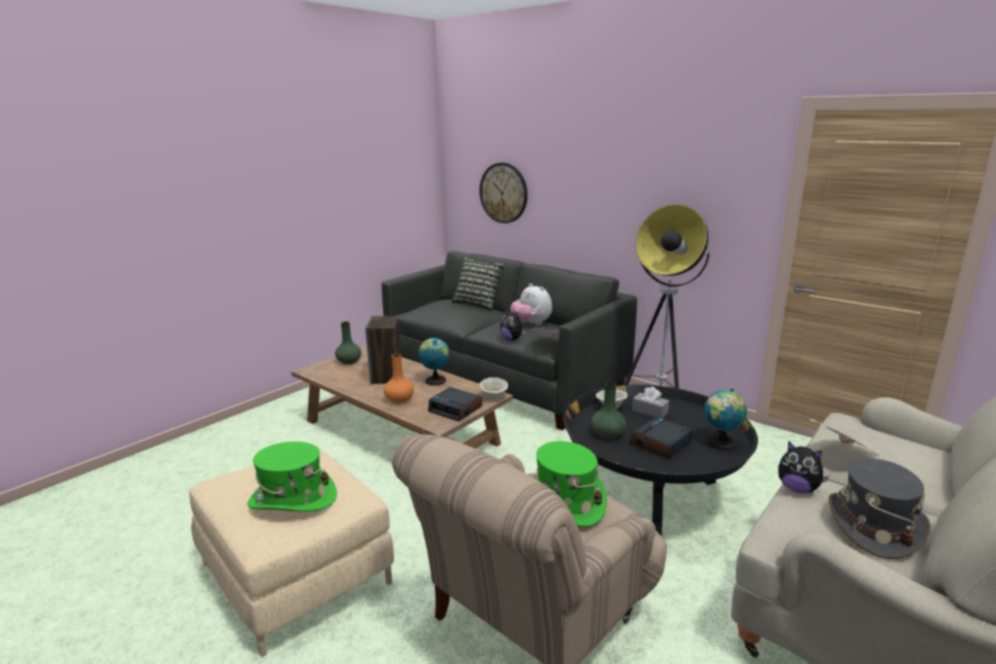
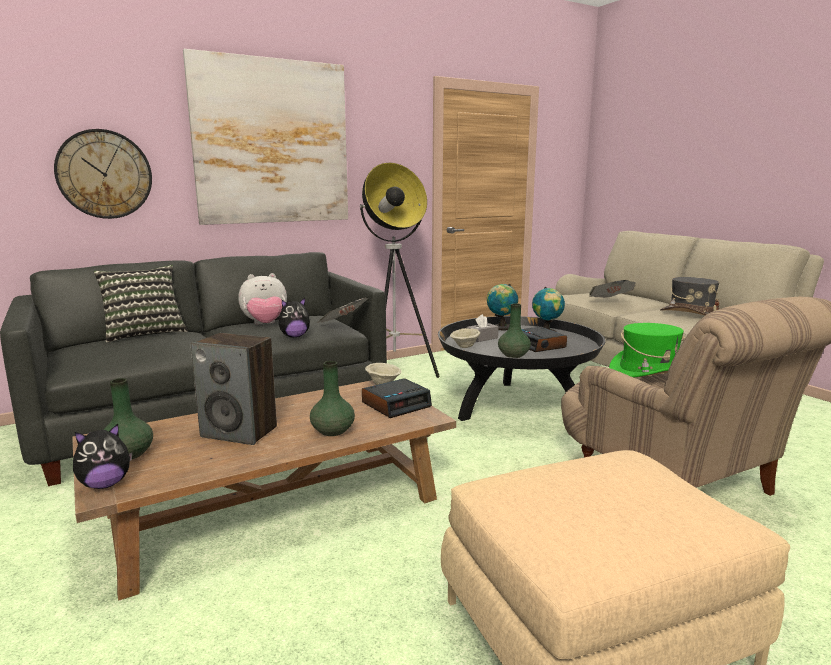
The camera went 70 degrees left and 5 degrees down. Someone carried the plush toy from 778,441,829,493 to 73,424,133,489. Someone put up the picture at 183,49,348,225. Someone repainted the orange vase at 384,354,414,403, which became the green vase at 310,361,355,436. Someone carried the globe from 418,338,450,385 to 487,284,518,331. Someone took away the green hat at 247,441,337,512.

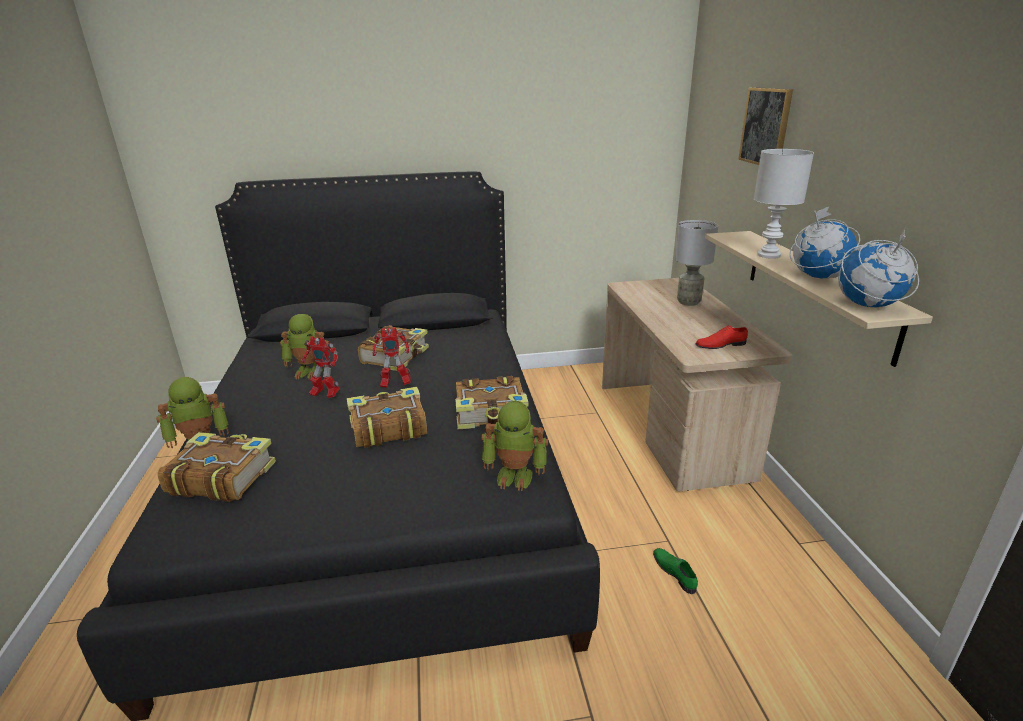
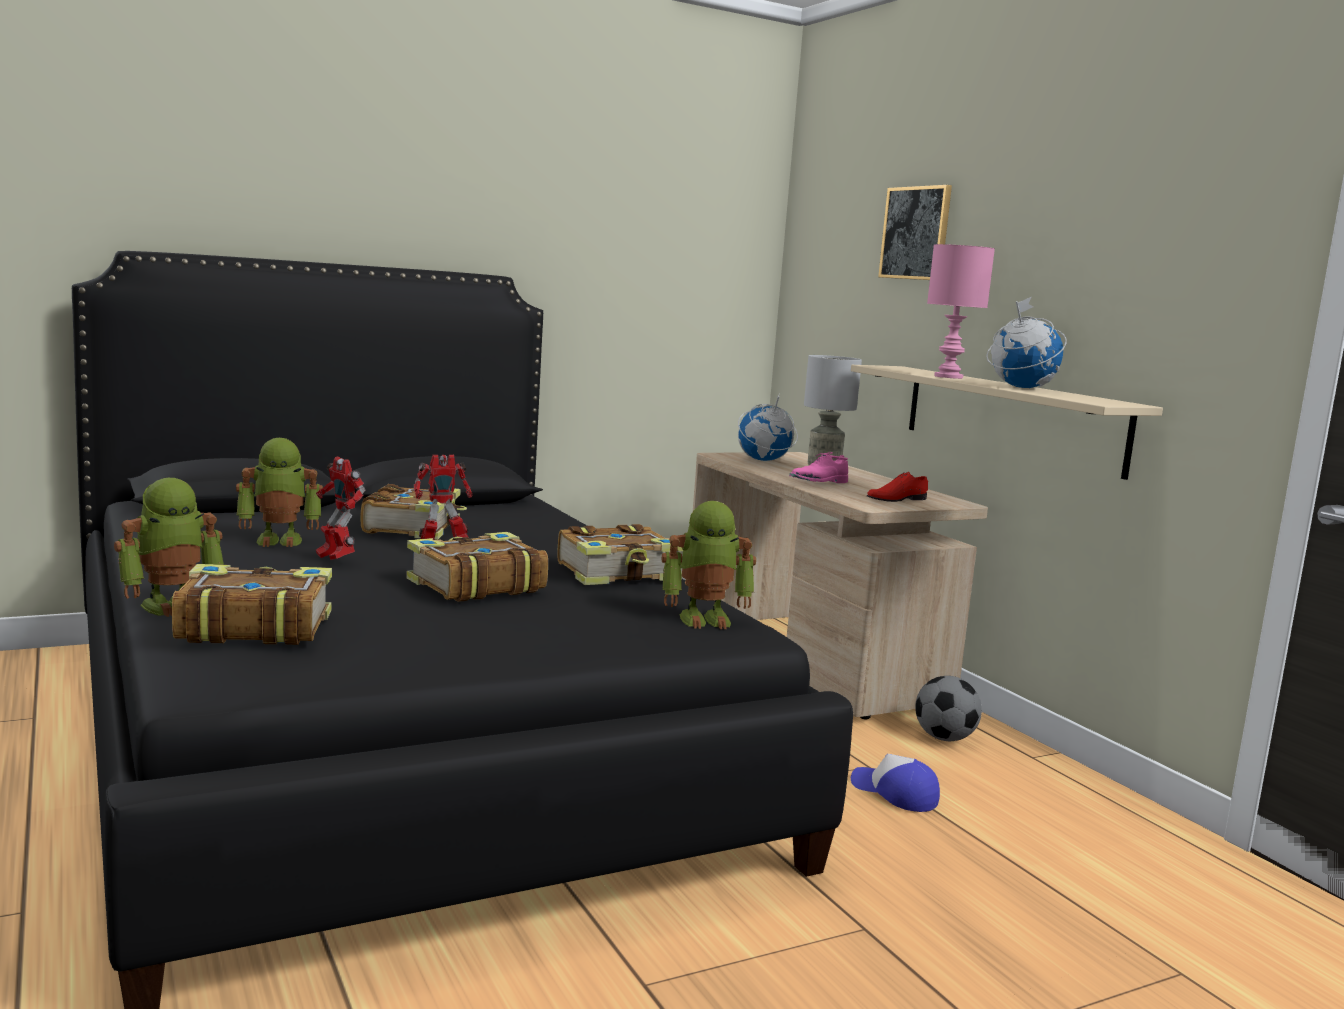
The camera went 20 degrees left and 15 degrees down. Someone rotated the toy robot at 301,336,340,398 by 45 degrees clockwise. Someone carried the globe from 838,229,919,308 to 738,392,798,461. Someone put down the pink shoe at 789,452,848,483. Someone swapped the green shoe at 653,548,698,594 for the cap at 851,754,940,812. Someone put down the football at 915,676,982,741. Someone repainted the white table lamp at 754,149,814,259, which became the pink table lamp at 927,244,995,379.

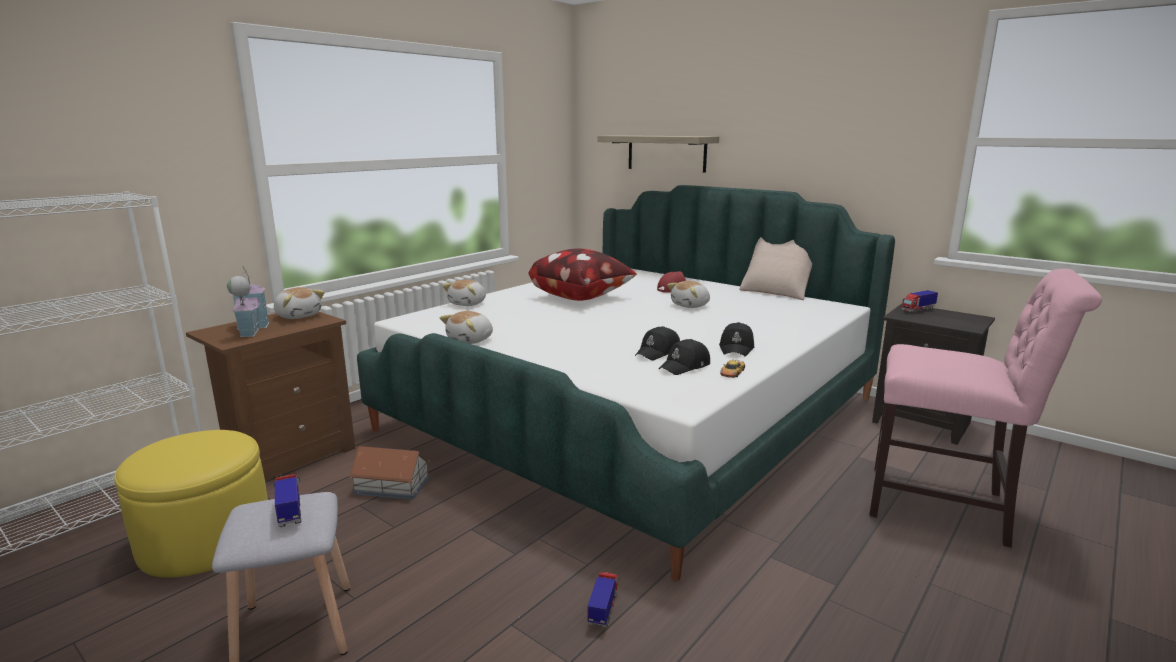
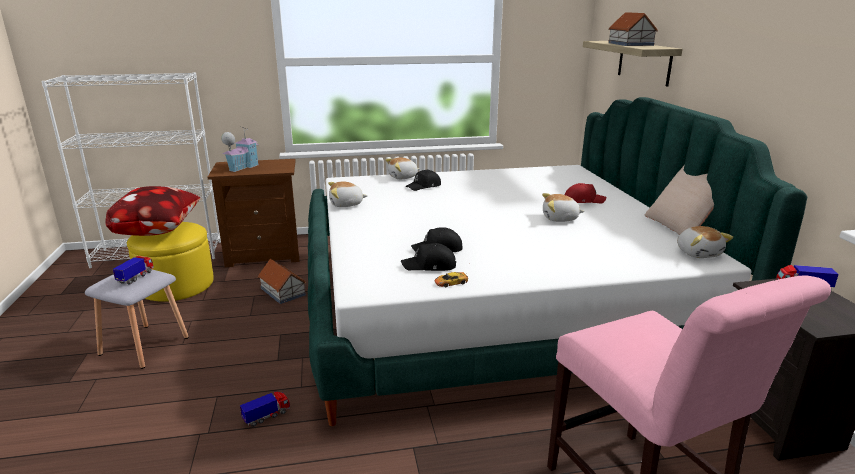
The camera went 40 degrees right and 5 degrees up. Someone carried the pillow from 528,248,637,301 to 105,186,200,236. Someone carried the black cap from 719,322,754,356 to 406,169,441,191. Someone put down the toy house at 608,12,658,46. Someone carried the plush toy from 274,287,325,319 to 677,226,733,258.

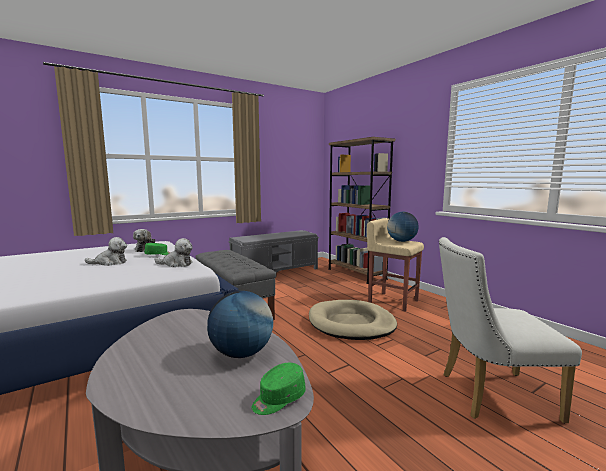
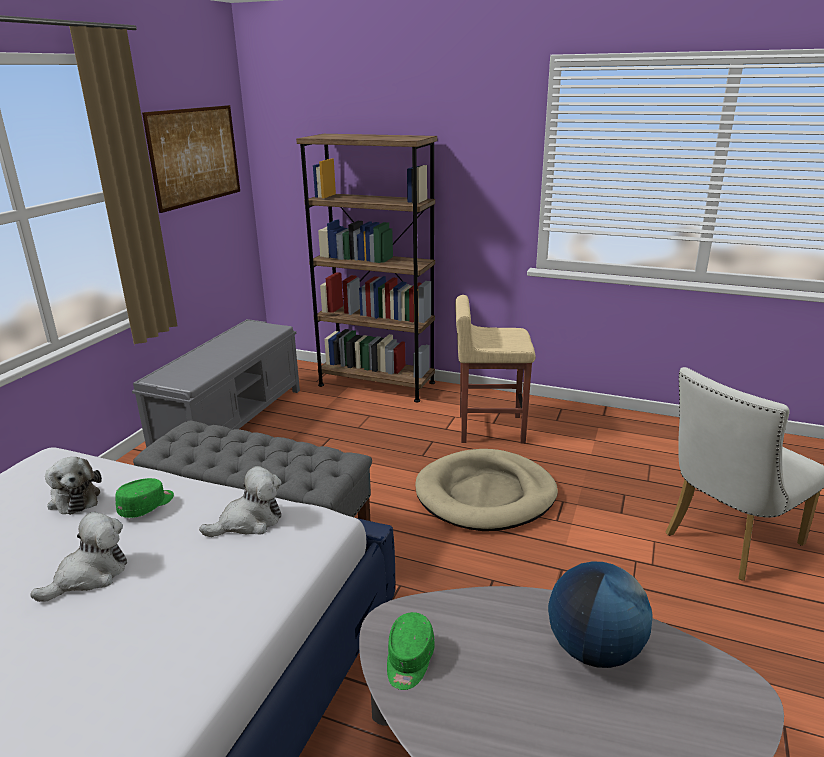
The camera went 35 degrees left and 15 degrees up. Someone put up the picture at 142,105,240,213. Someone carried the green cap from 252,363,305,415 to 387,612,435,690. Someone took away the globe at 387,212,419,242.

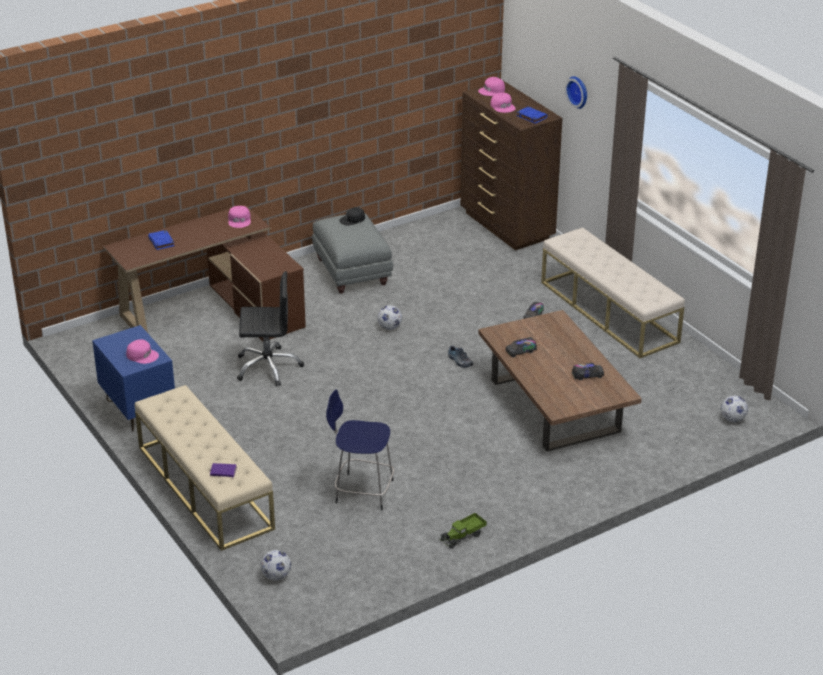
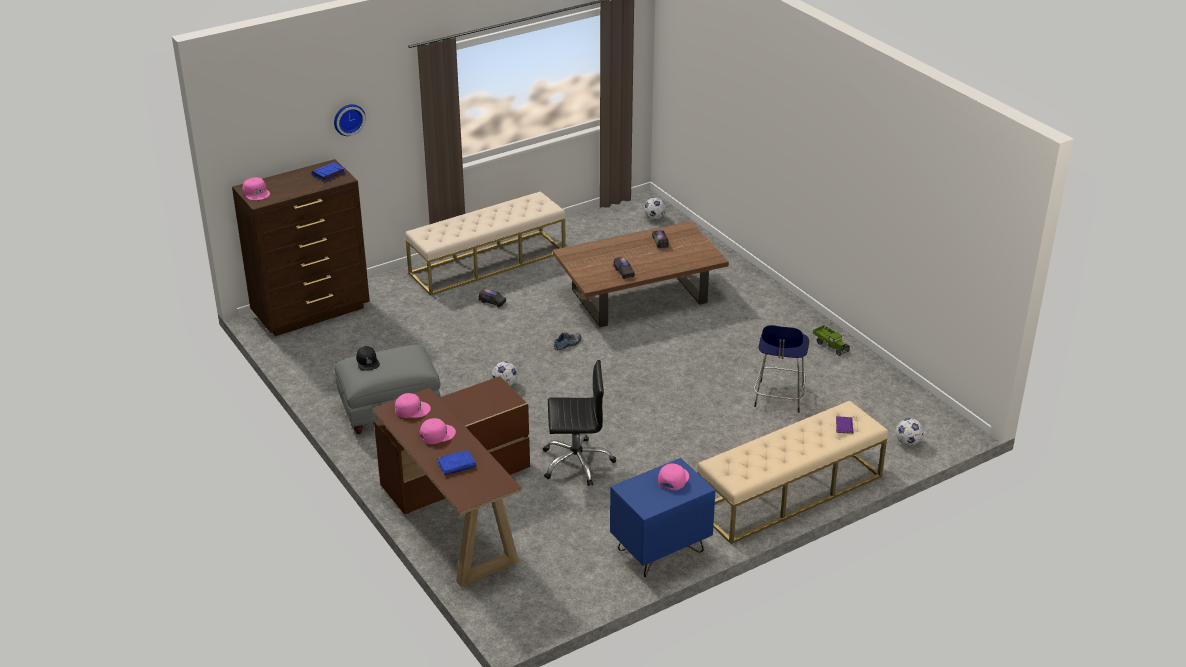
The camera went 90 degrees left and 0 degrees up. Someone carried the pink cap from 491,93,516,113 to 420,418,456,444. Someone rotated the black office chair at 237,271,304,387 by 90 degrees clockwise.

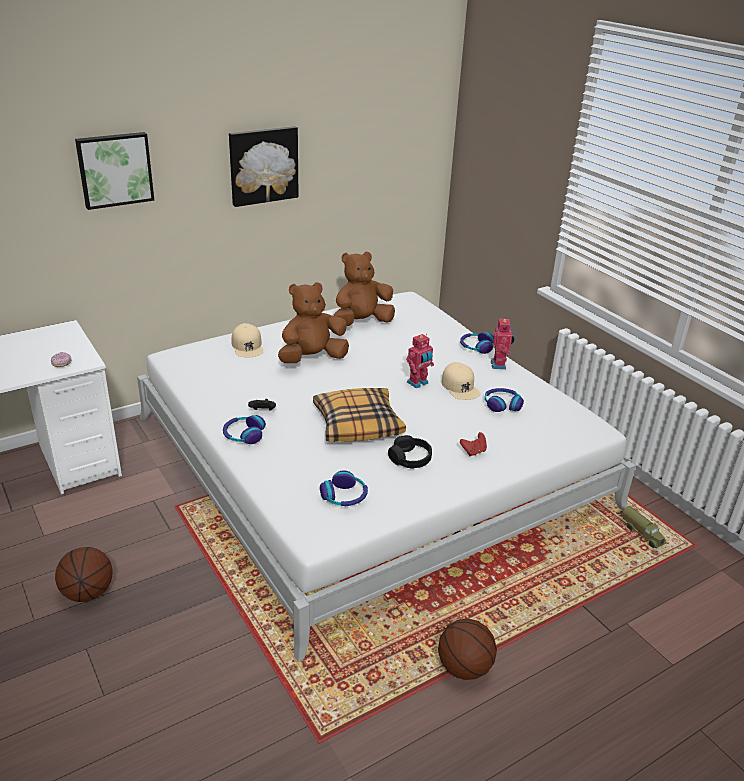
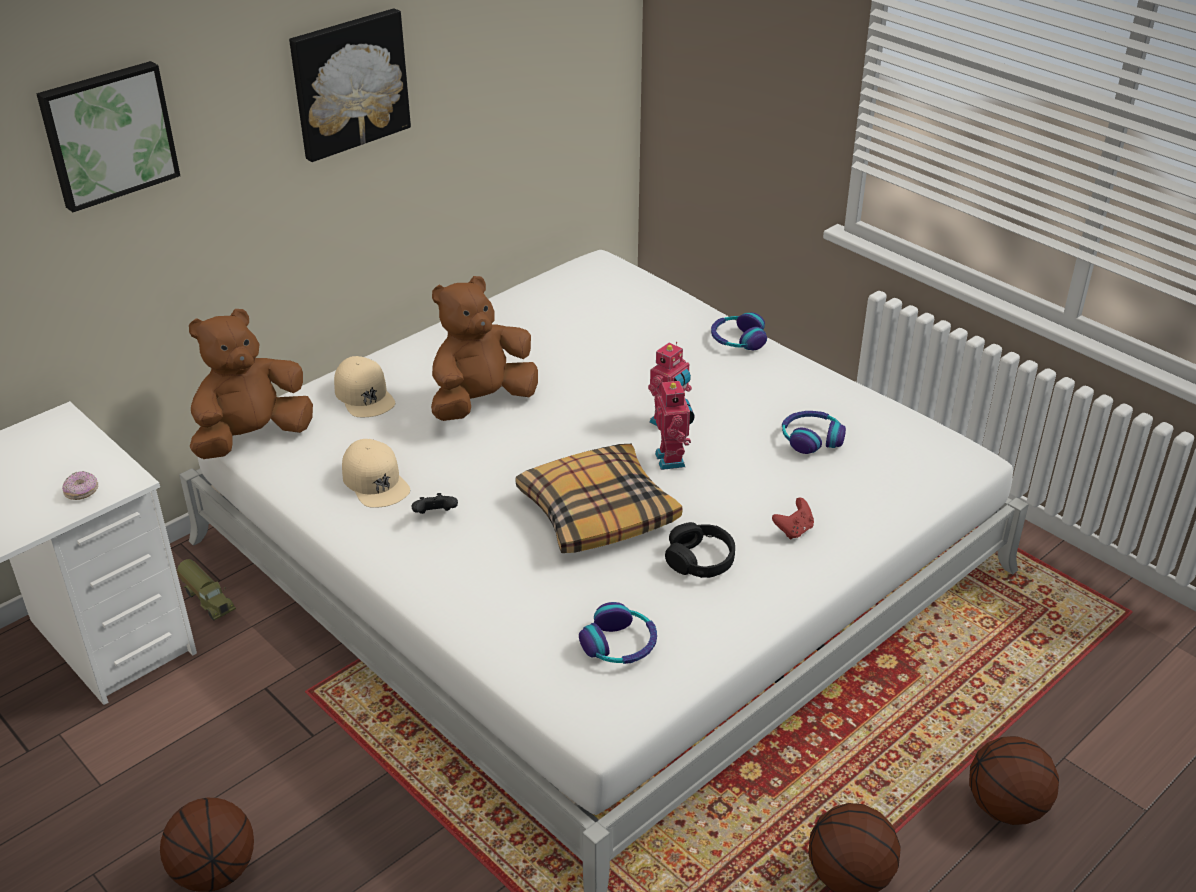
The camera went 10 degrees left and 5 degrees up. Someone carried the toy truck from 621,506,667,548 to 177,559,236,620. Someone carried the brown plush toy from 333,252,395,326 to 189,309,313,459. Someone carried the beige cap from 441,362,480,400 to 342,439,410,508. Someone carried the toy robot from 491,319,515,369 to 655,378,694,470. Someone put down the basketball at 969,736,1059,825. Someone took away the headphones at 223,415,266,444.

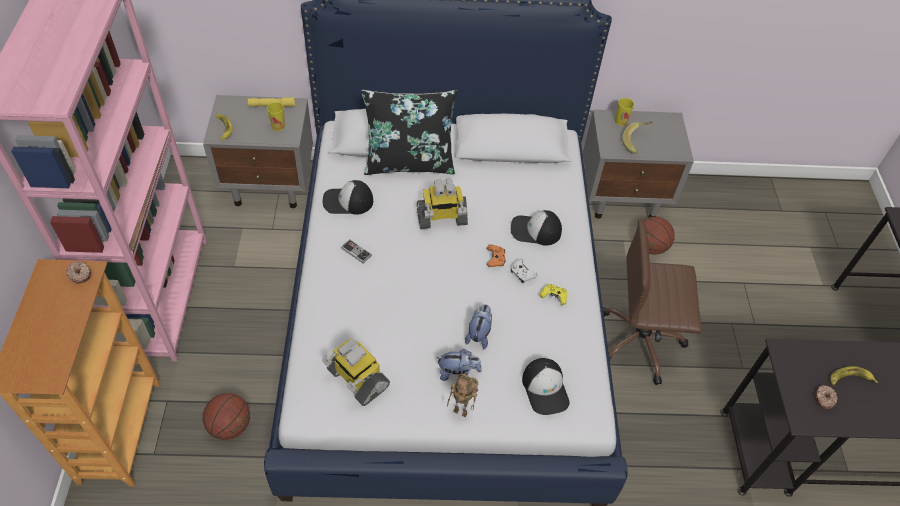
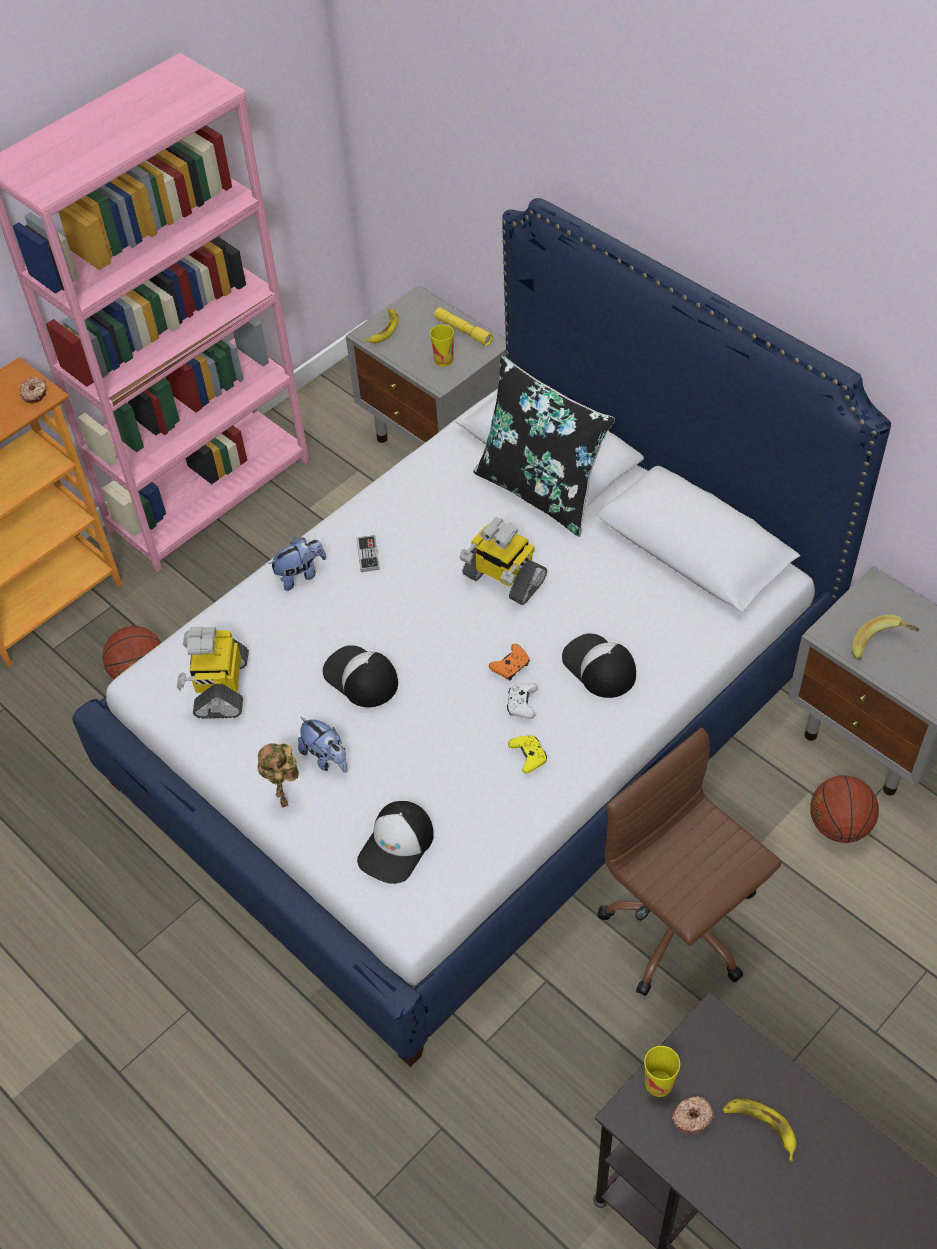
The camera went 50 degrees right and 0 degrees up. Someone carried the plush toy from 465,305,492,349 to 269,537,326,591. Someone carried the cap from 323,180,373,215 to 323,645,398,707. Someone carried the cup from 615,98,634,126 to 644,1046,680,1097.

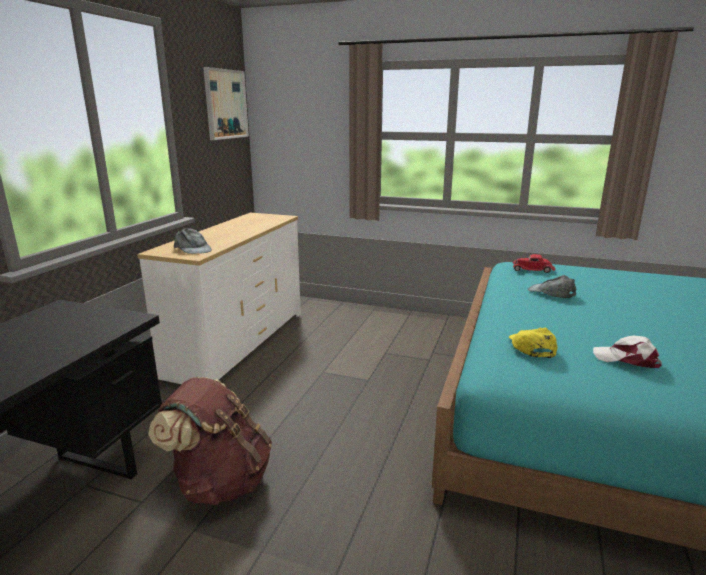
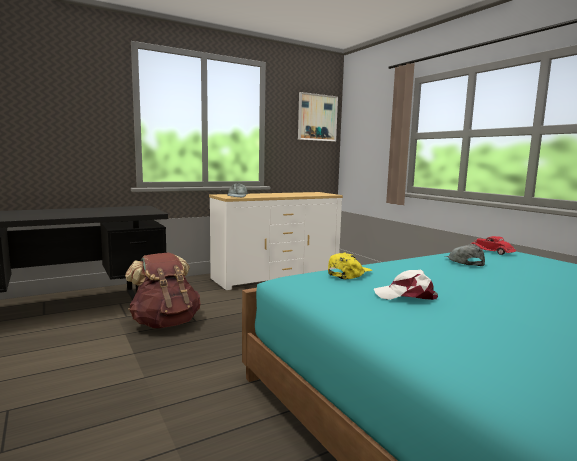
The camera went 40 degrees right and 10 degrees down. Someone rotated the white cap at 593,336,662,368 by 60 degrees counterclockwise.

